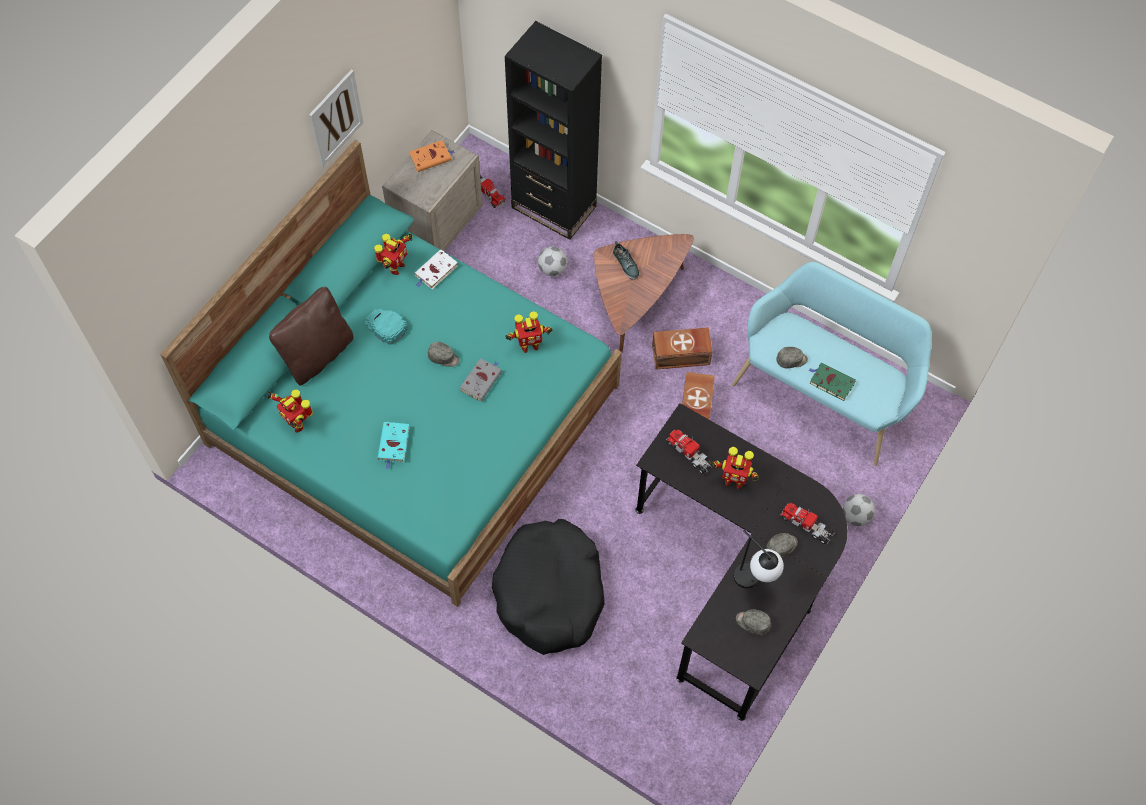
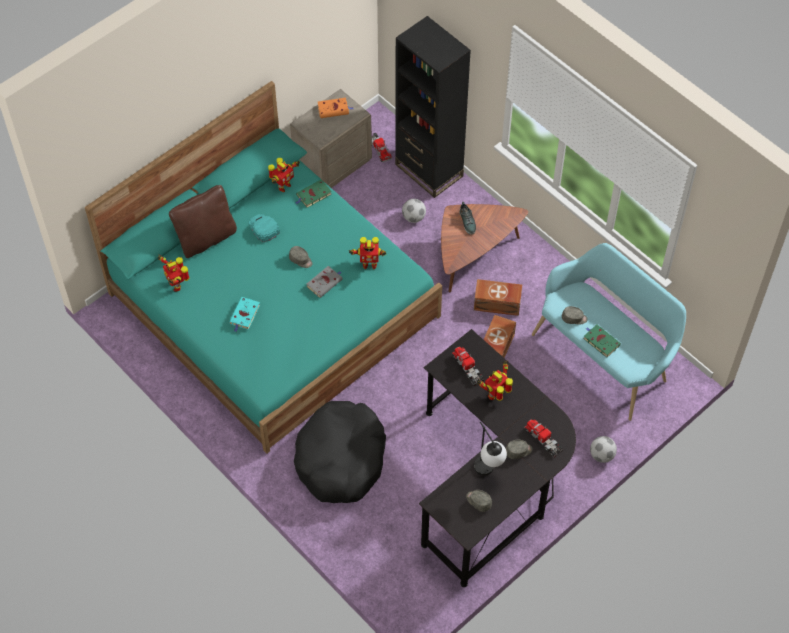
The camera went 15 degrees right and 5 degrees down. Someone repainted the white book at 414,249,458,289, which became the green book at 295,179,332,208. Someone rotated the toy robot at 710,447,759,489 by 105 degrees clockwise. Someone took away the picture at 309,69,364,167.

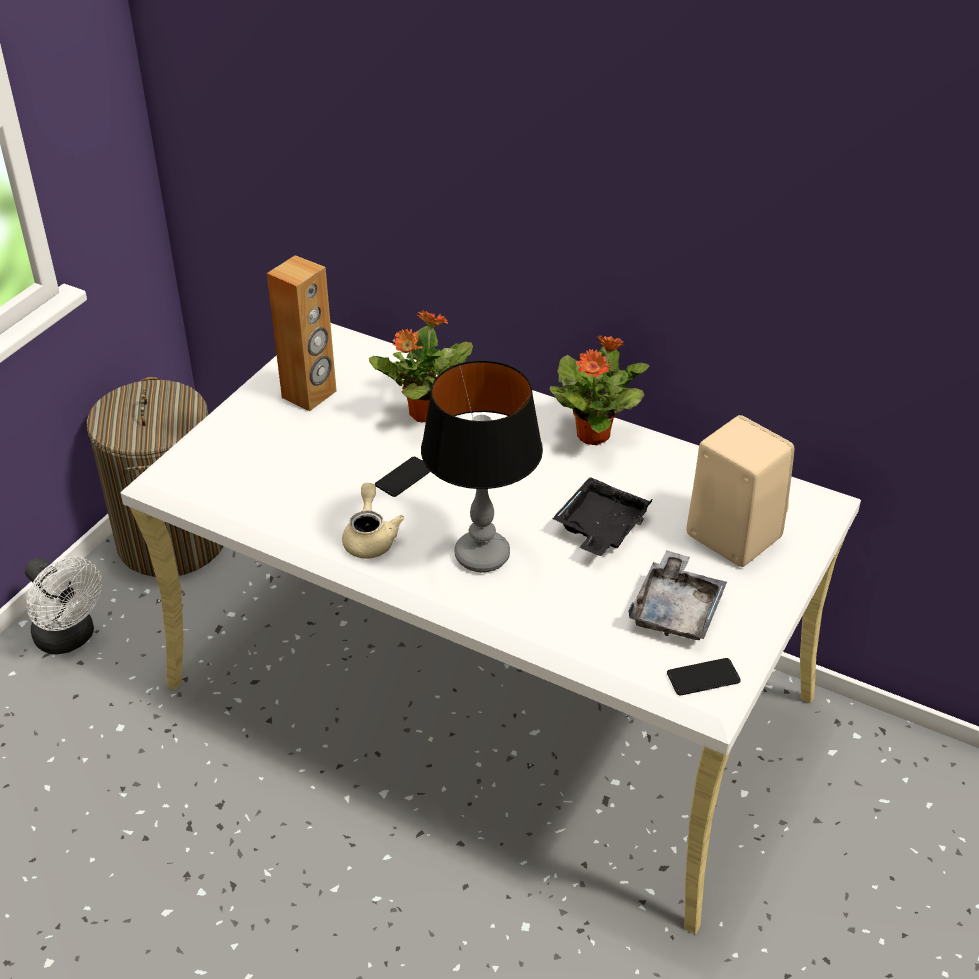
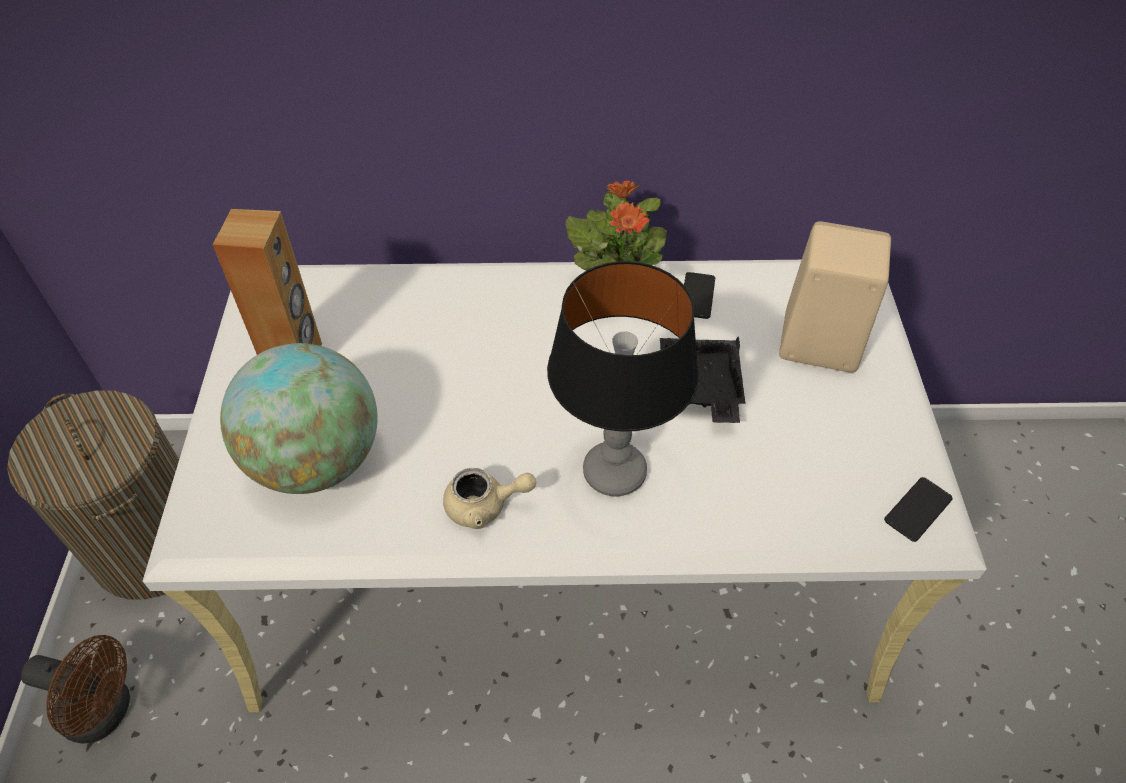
The camera went 30 degrees left and 10 degrees up. Someone repainted the white fan at 25,557,102,654, which became the brown fan at 21,635,130,743. Someone put down the globe at 220,343,378,494. Someone rotated the beige teapot at 342,483,404,559 by 120 degrees clockwise. Someone carried the phone from 375,457,431,497 to 684,272,715,319. Someone took away the potted plant at 369,310,473,422. Someone took away the grey tray at 628,550,727,640.

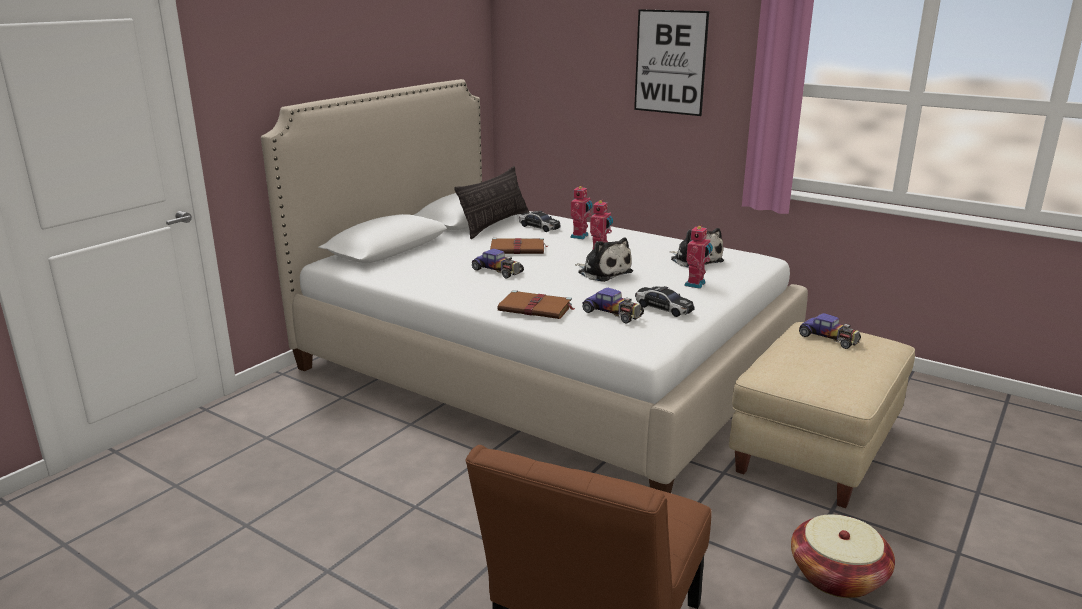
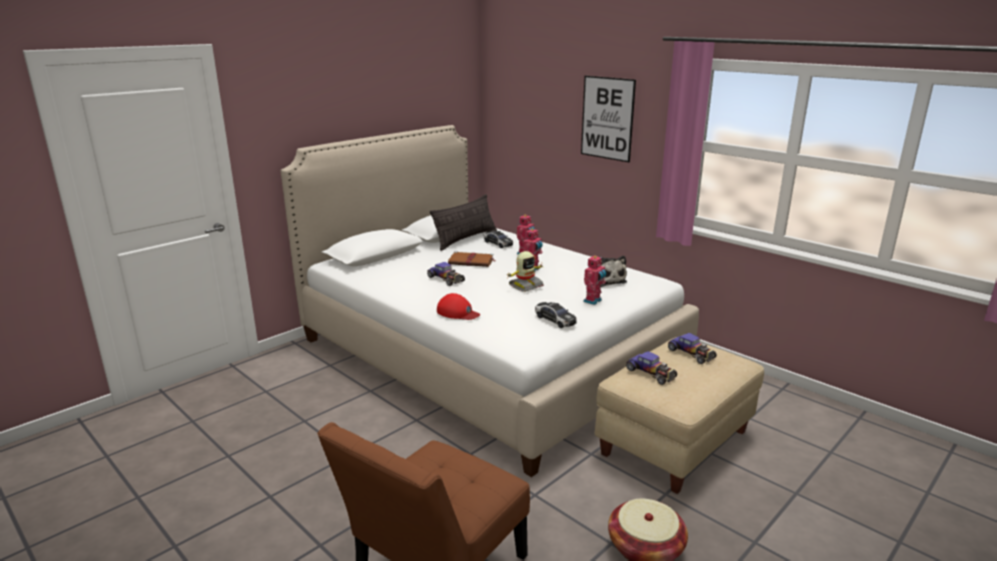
The camera went 10 degrees right and 0 degrees up. Someone swapped the brown book at 497,290,575,319 for the red cap at 437,293,480,320. Someone swapped the plush toy at 575,238,633,282 for the toy robot at 507,251,544,292. Someone carried the toy car from 582,288,644,324 to 626,351,677,385.

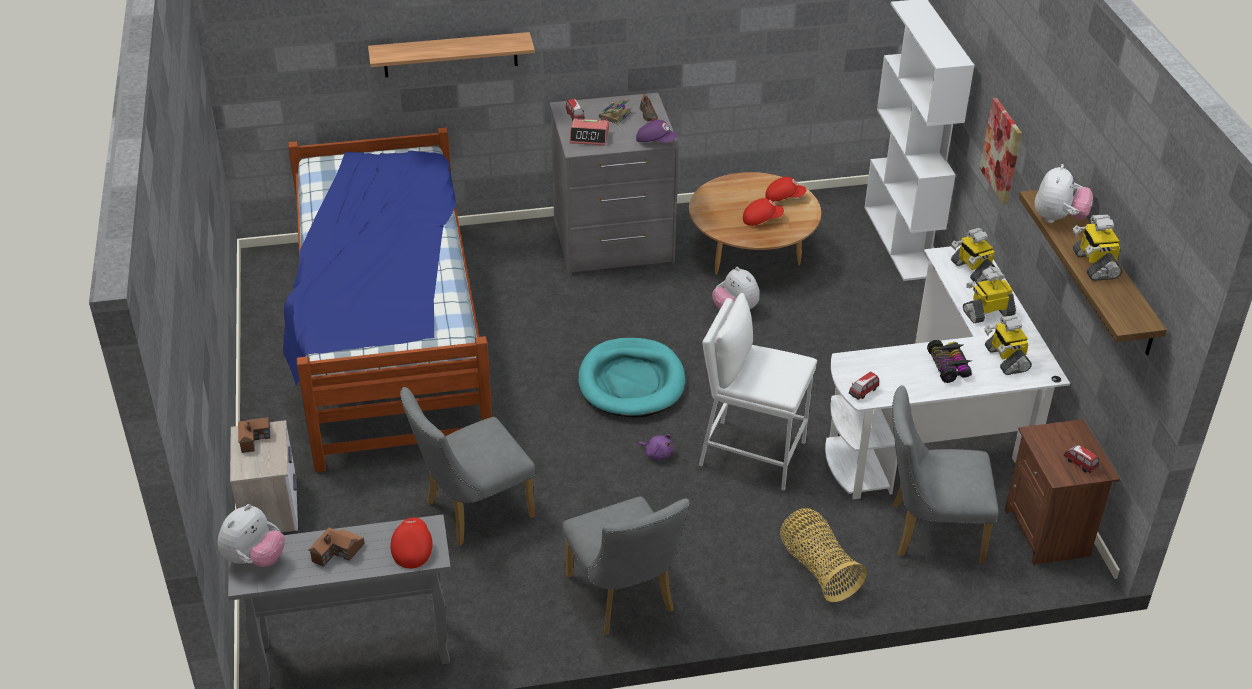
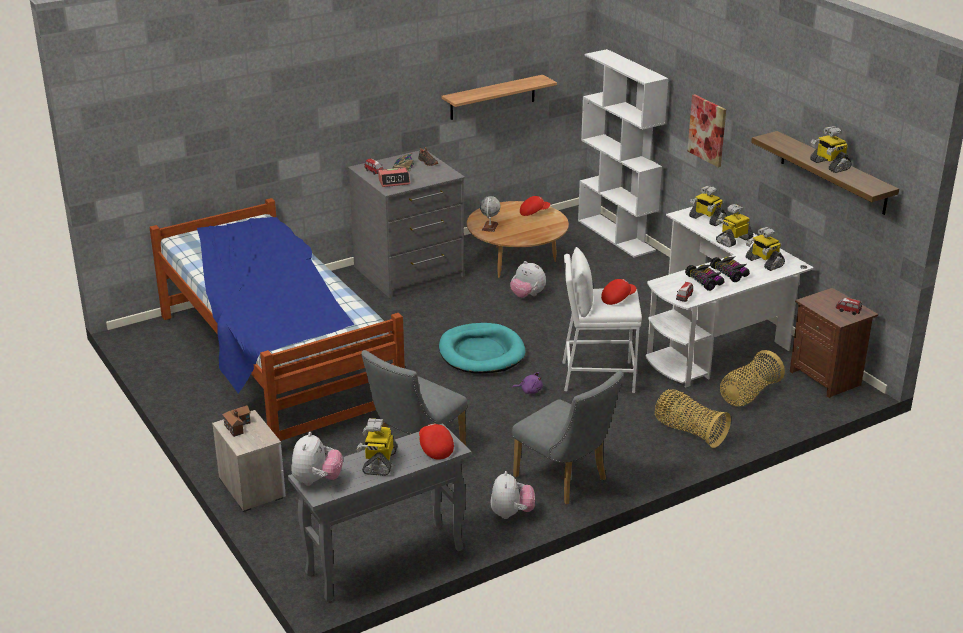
The camera went 20 degrees left and 10 degrees down. Someone swapped the toy house at 308,527,365,567 for the toy robot at 357,418,398,476. Someone carried the shelf from 368,32,535,77 to 441,75,557,120. Someone put down the globe at 480,196,500,232. Someone carried the plush toy from 1034,164,1093,223 to 491,471,535,519. Someone carried the red cap from 743,198,784,226 to 601,279,636,305. Someone put down the toy car at 685,264,725,291. Someone swapped the grey chair at 892,385,999,563 for the basket at 720,350,785,406. Someone took away the purple cap at 636,120,678,143.

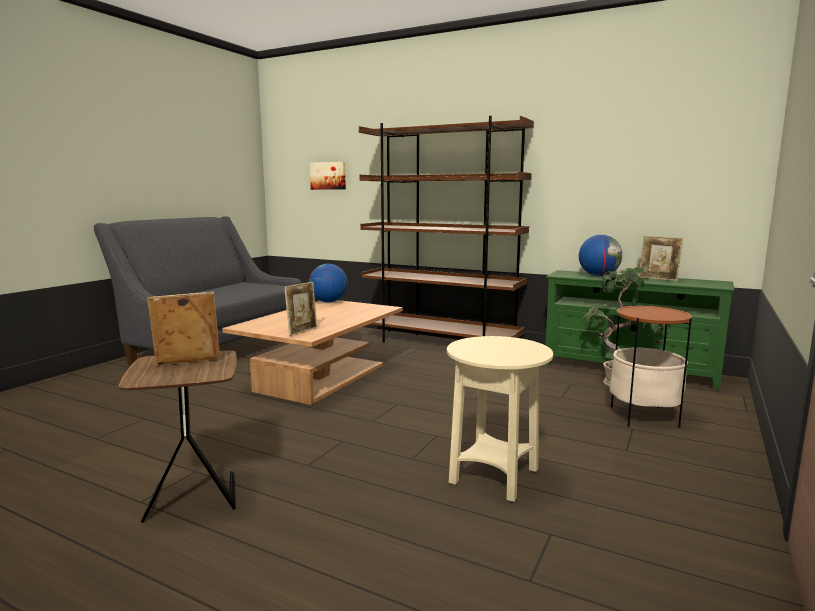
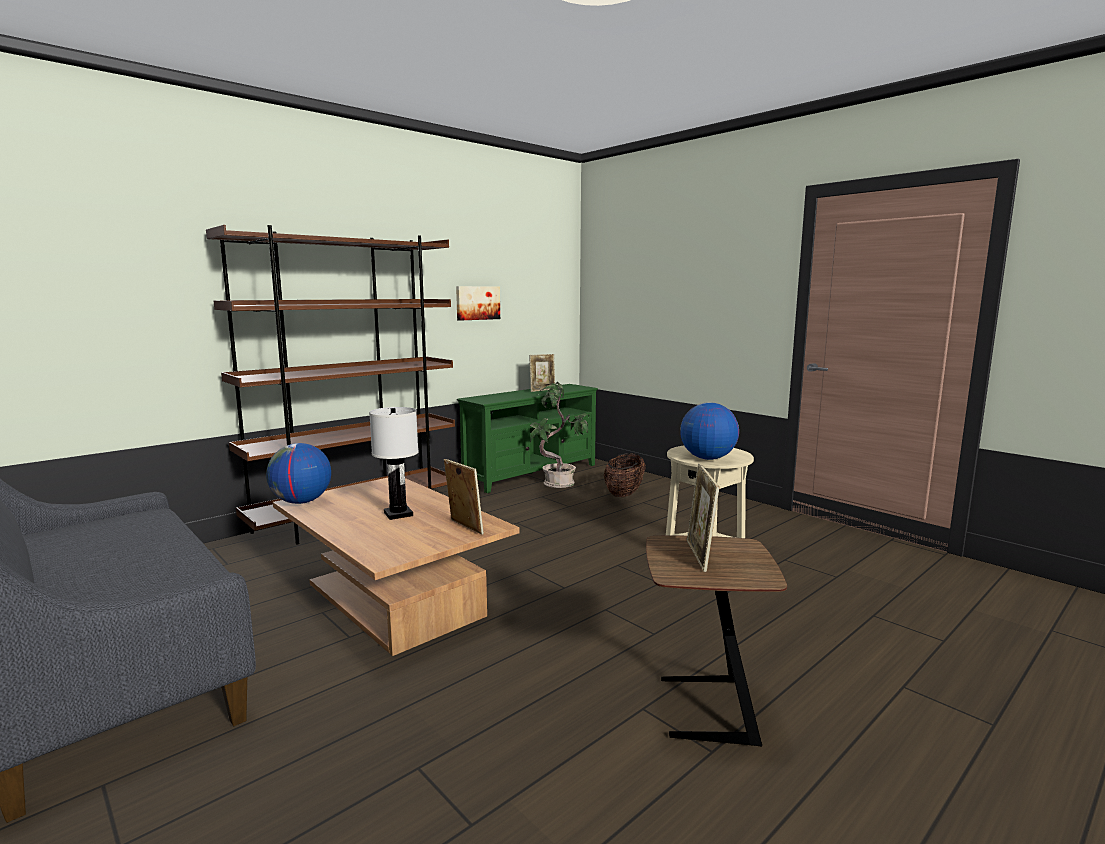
The camera went 70 degrees left and 0 degrees up. Someone put down the white table lamp at 369,407,419,520. Someone carried the picture from 310,162,346,190 to 456,286,500,321. Someone swapped the side table at 610,306,692,428 for the basket at 604,453,646,497. Someone carried the globe from 579,235,622,276 to 680,402,739,460.

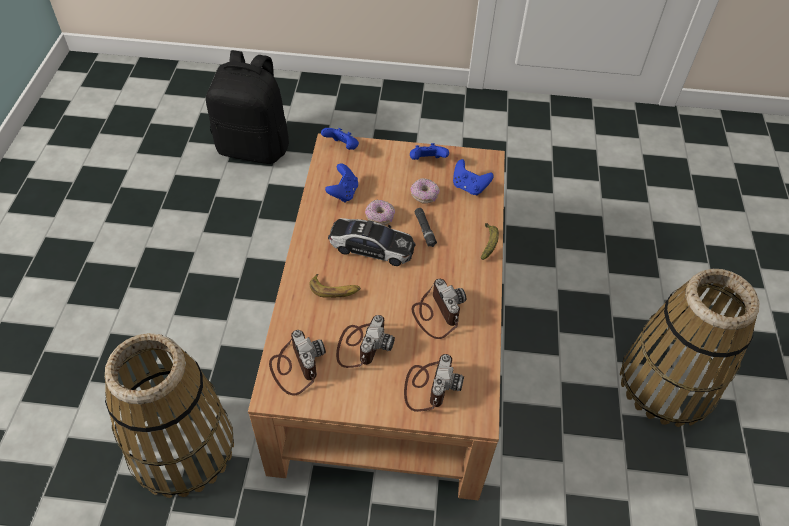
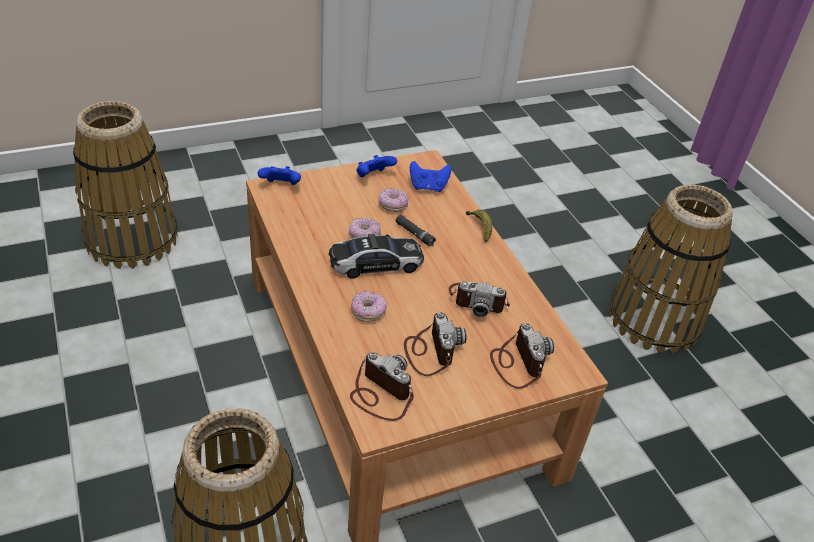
The camera went 30 degrees left and 10 degrees down. Someone swapped the black backpack at 206,50,289,164 for the basket at 73,101,178,269. Someone swapped the banana at 309,274,361,298 for the donut at 351,291,387,322. Someone rotated the photo camera at 412,279,466,339 by 150 degrees clockwise. Someone took away the blue game controller at 325,163,358,203.

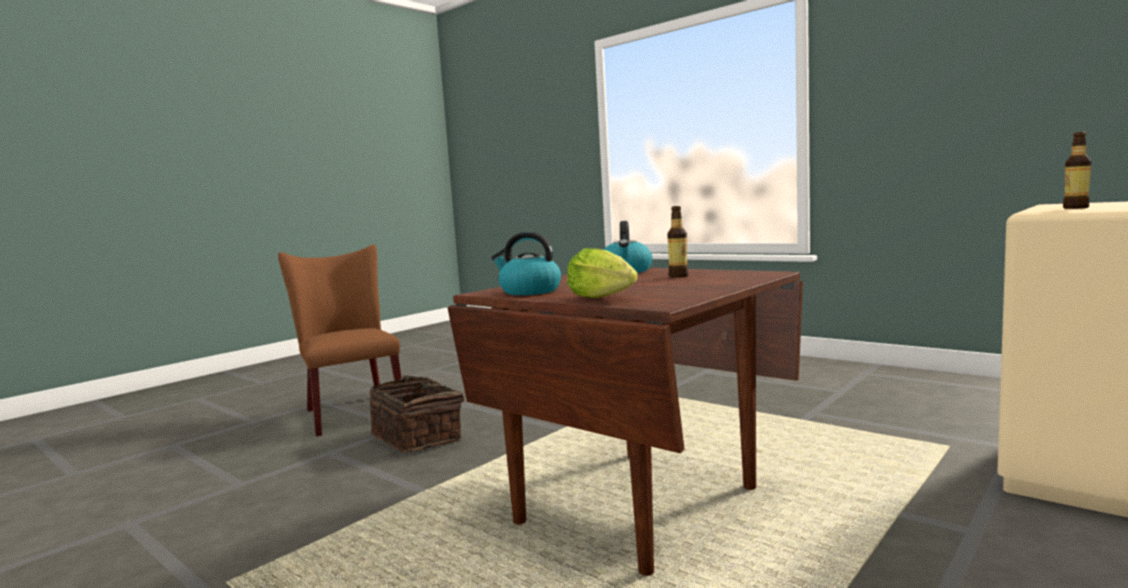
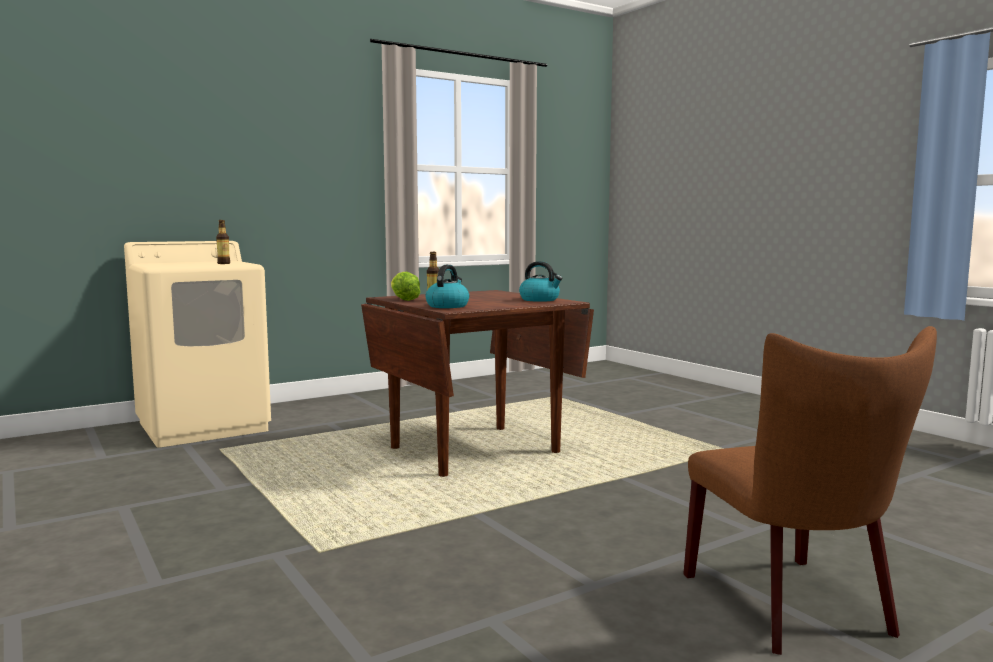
The camera went 165 degrees left and 0 degrees up. Someone carried the lettuce from 567,248,638,298 to 391,272,421,301. Someone took away the basket at 370,375,464,452.

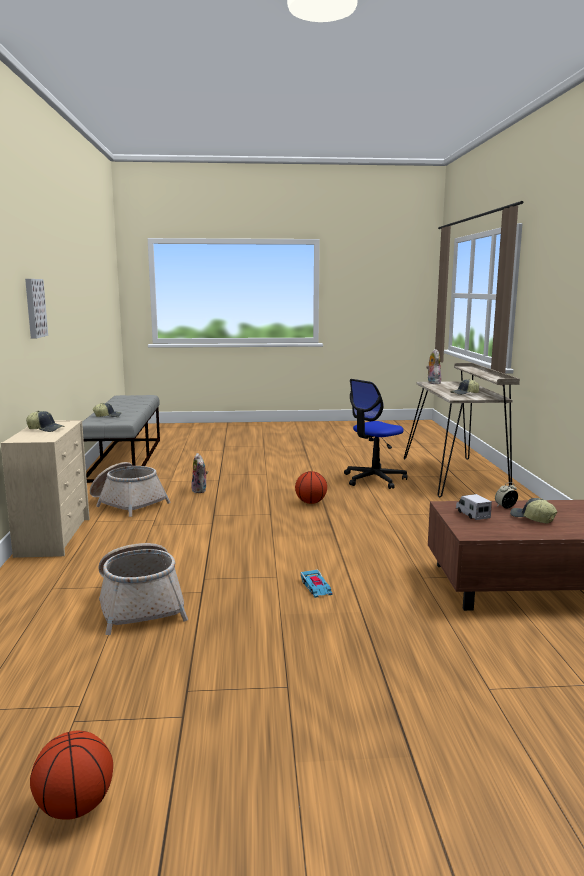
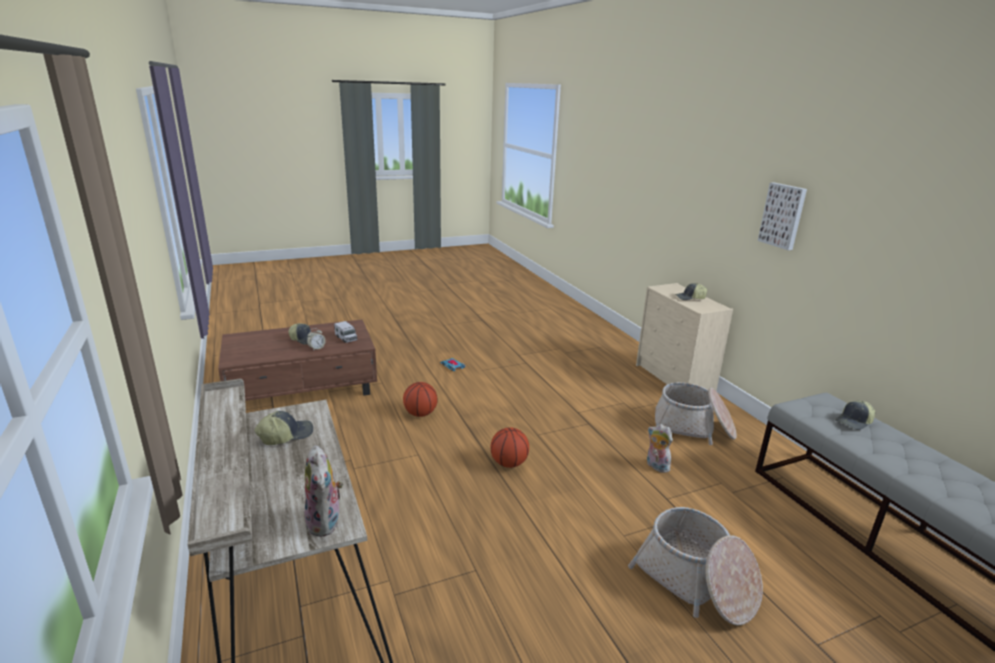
The camera went 160 degrees right and 10 degrees up. Someone carried the basketball from 30,731,113,820 to 403,382,438,417. Someone carried the basket from 98,543,188,635 to 628,507,763,626. Someone took away the office chair at 344,379,407,489.

